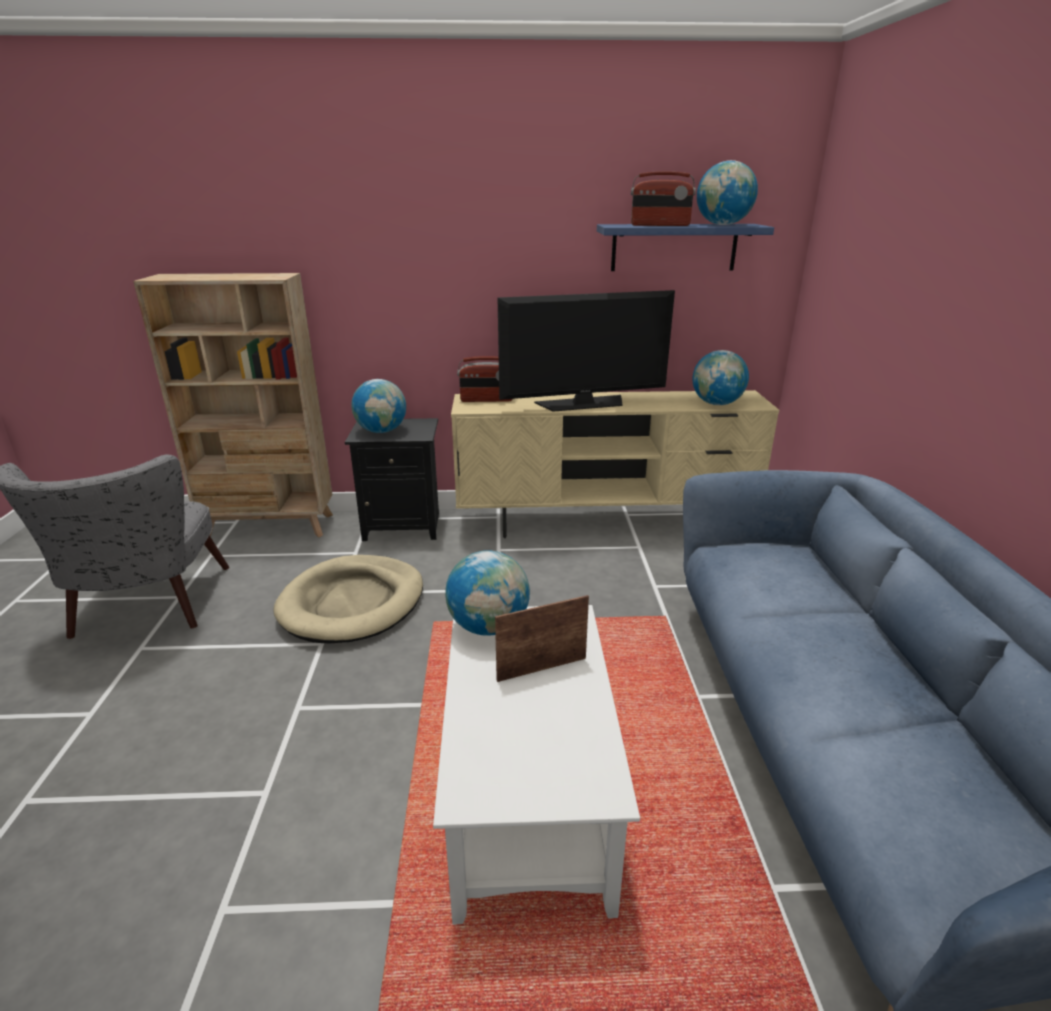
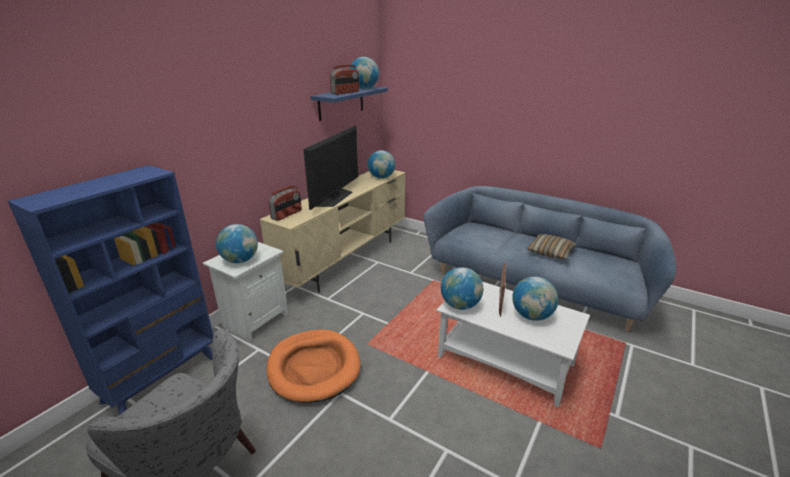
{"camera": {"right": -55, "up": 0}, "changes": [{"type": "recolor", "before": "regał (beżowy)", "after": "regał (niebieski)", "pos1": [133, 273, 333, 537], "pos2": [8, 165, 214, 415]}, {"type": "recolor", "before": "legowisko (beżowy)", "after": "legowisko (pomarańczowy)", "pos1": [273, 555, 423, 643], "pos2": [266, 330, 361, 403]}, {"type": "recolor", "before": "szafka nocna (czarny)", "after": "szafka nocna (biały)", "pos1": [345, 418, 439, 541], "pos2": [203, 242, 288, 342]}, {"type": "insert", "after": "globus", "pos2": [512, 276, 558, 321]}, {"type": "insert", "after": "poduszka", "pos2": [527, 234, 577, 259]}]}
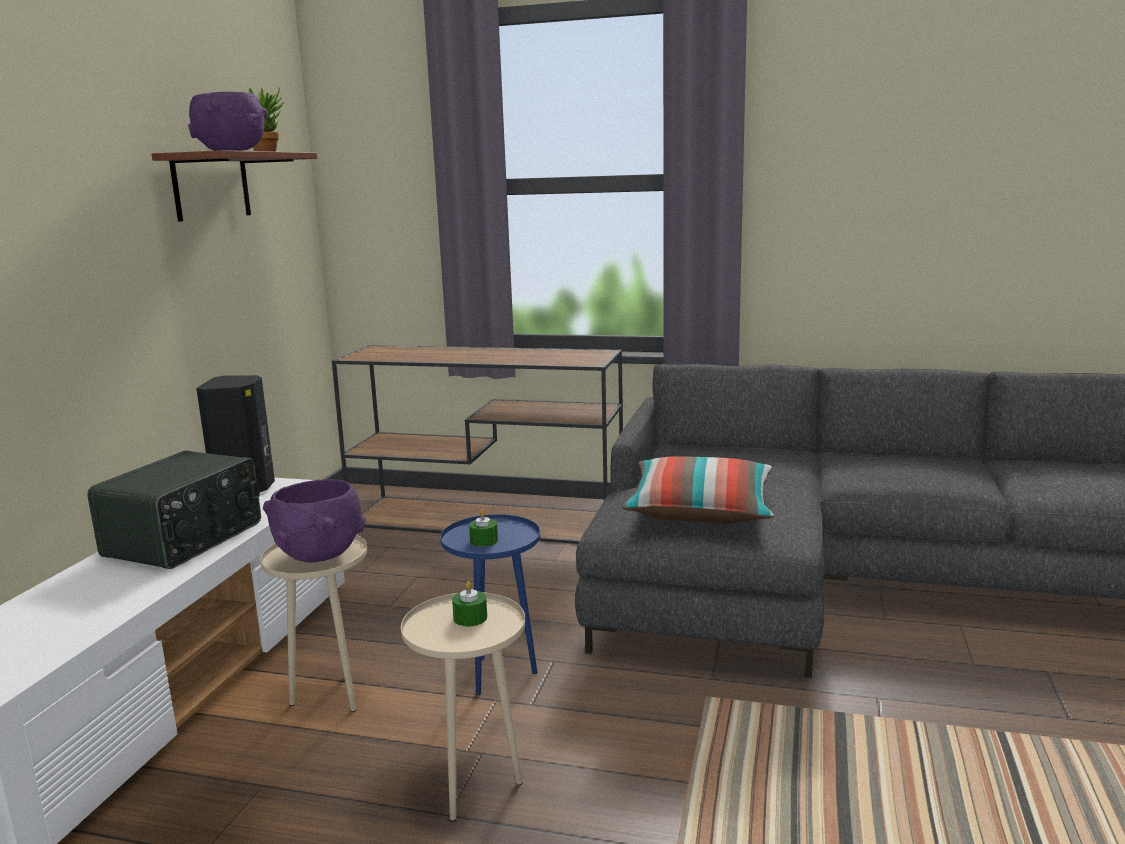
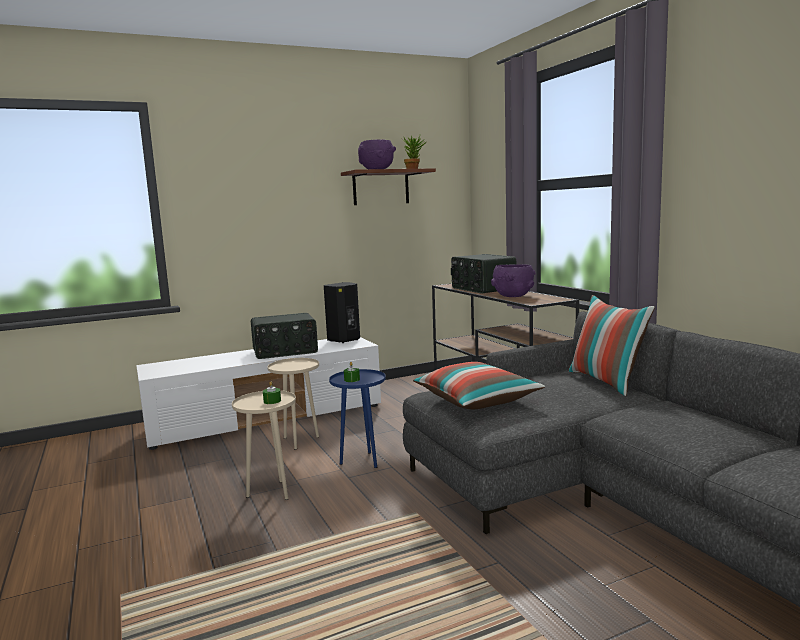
{"camera": {"right": 50, "up": -5}, "changes": [{"type": "move", "before": "miska (fioletowy)", "pos1": [263, 479, 366, 563], "pos2": [491, 264, 536, 297]}, {"type": "insert", "after": "radio", "pos2": [451, 254, 516, 294]}, {"type": "insert", "after": "poduszka", "pos2": [569, 295, 655, 396]}]}
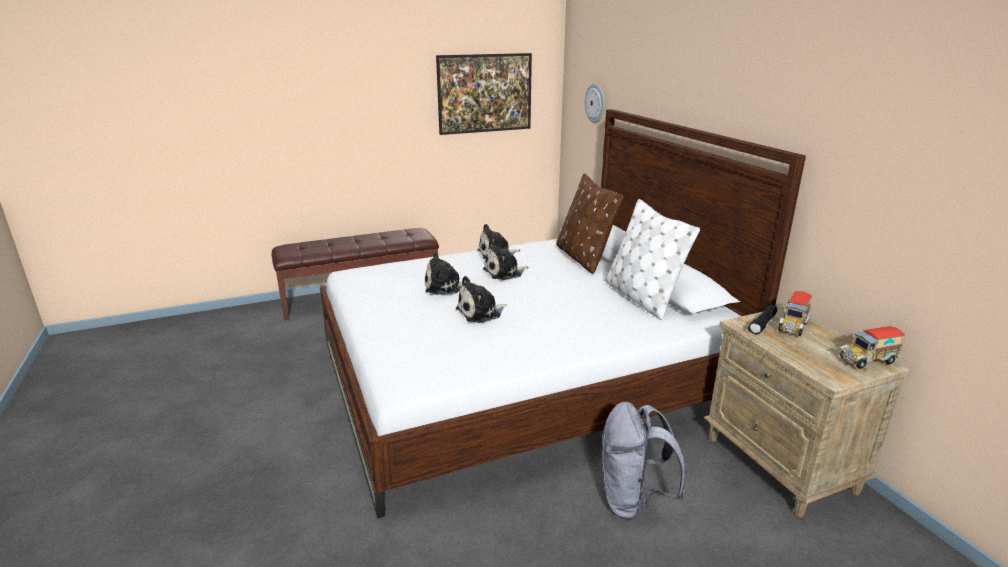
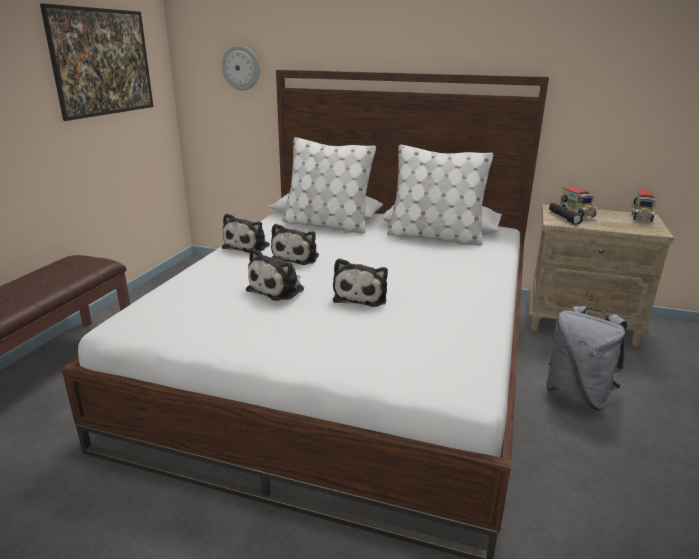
{"camera": {"right": -50, "up": 0}, "changes": [{"type": "recolor", "before": "poduszka (brązowy)", "after": "poduszka (biały)", "pos1": [556, 173, 624, 274], "pos2": [282, 137, 376, 234]}]}
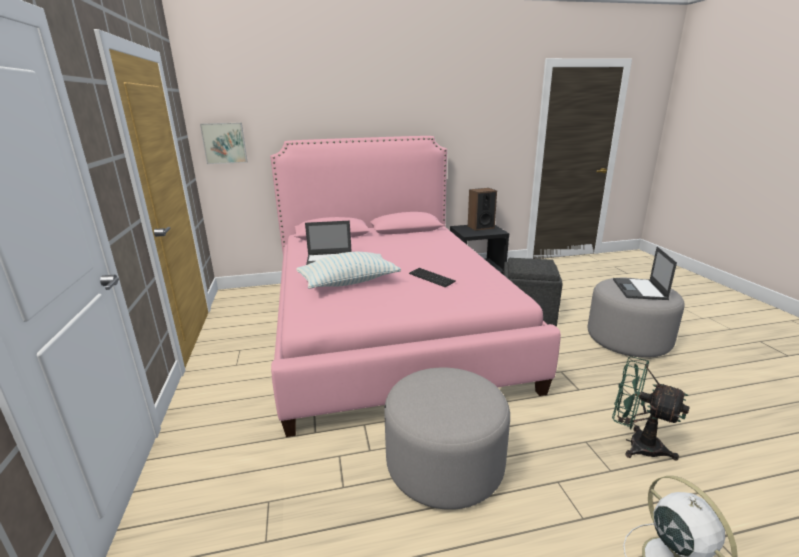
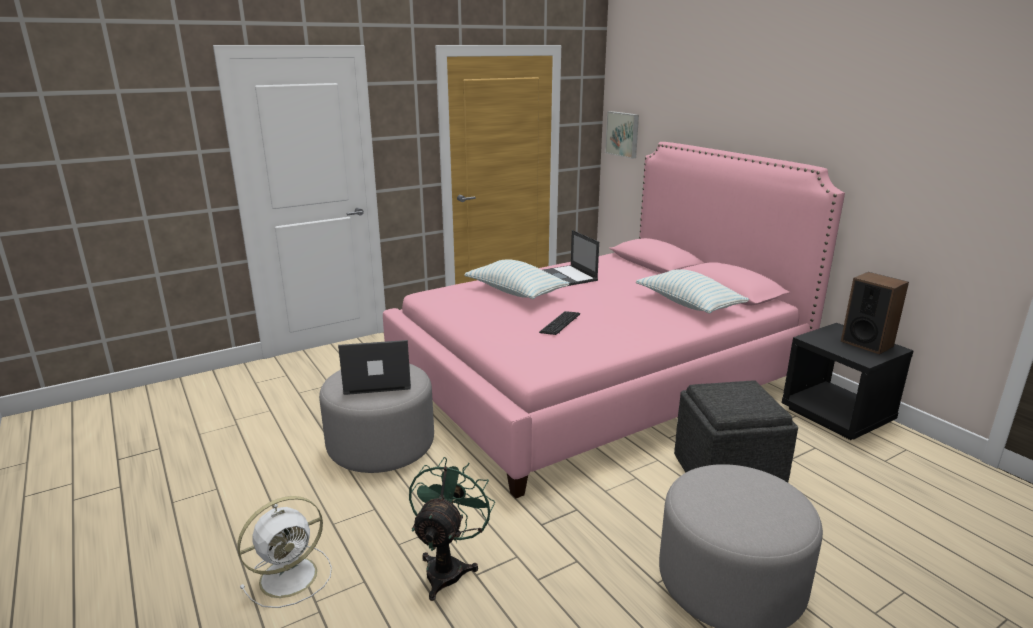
{"camera": {"right": 70, "up": 0}, "changes": [{"type": "move", "before": "laptop", "pos1": [613, 247, 677, 300], "pos2": [338, 340, 411, 395]}, {"type": "insert", "after": "poduszka", "pos2": [636, 269, 749, 314]}]}
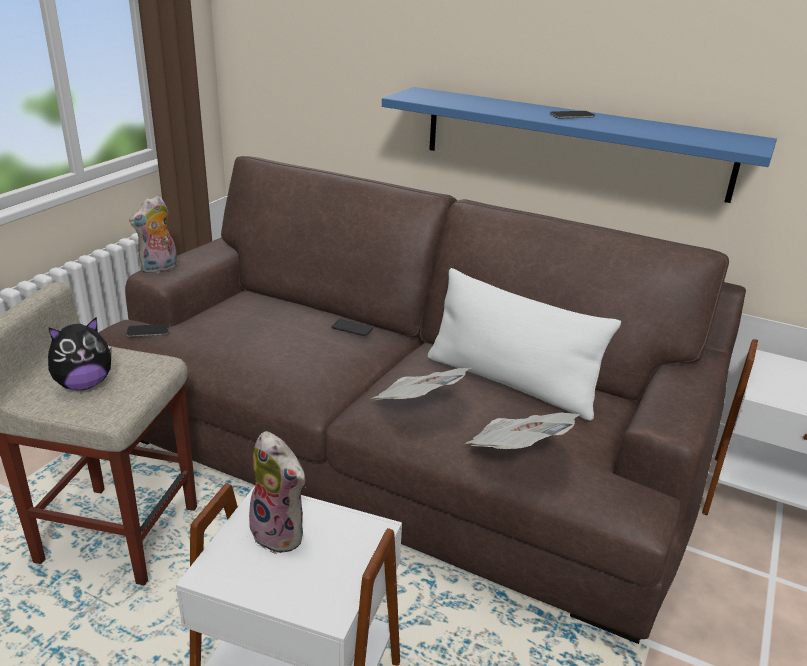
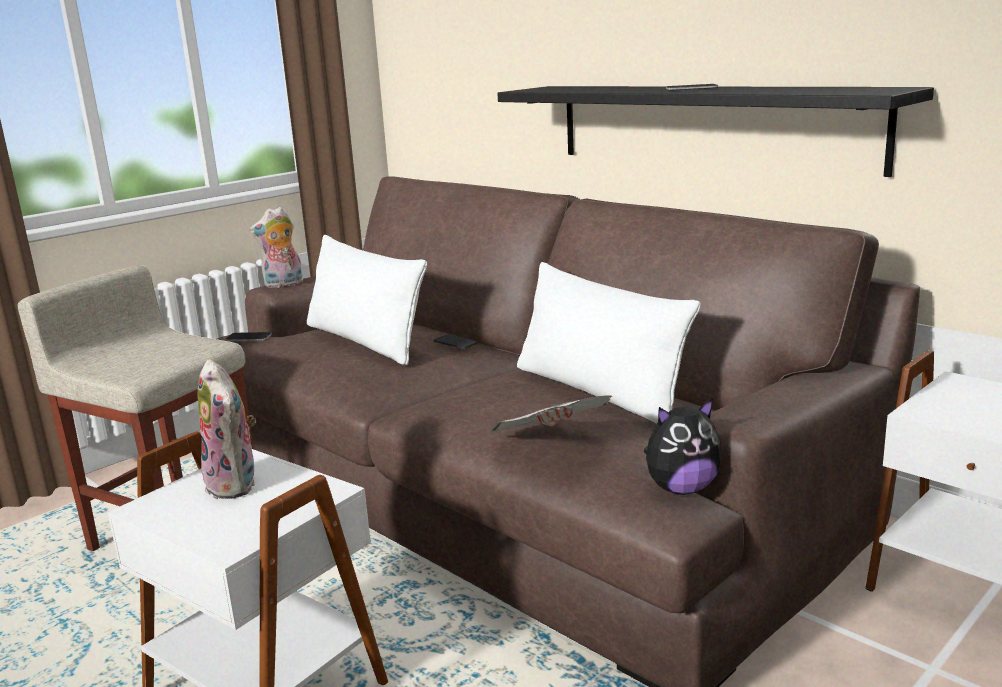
{"camera": {"right": 20, "up": -10}, "changes": [{"type": "move", "before": "pluszak", "pos1": [48, 318, 112, 390], "pos2": [644, 398, 723, 495]}, {"type": "delete", "before": "gazeta", "pos1": [371, 368, 471, 400]}, {"type": "recolor", "before": "półka (niebieski)", "after": "półka (czarny)", "pos1": [382, 87, 777, 203], "pos2": [497, 86, 934, 177]}, {"type": "insert", "after": "poduszka (biały)", "pos2": [307, 235, 427, 365]}]}
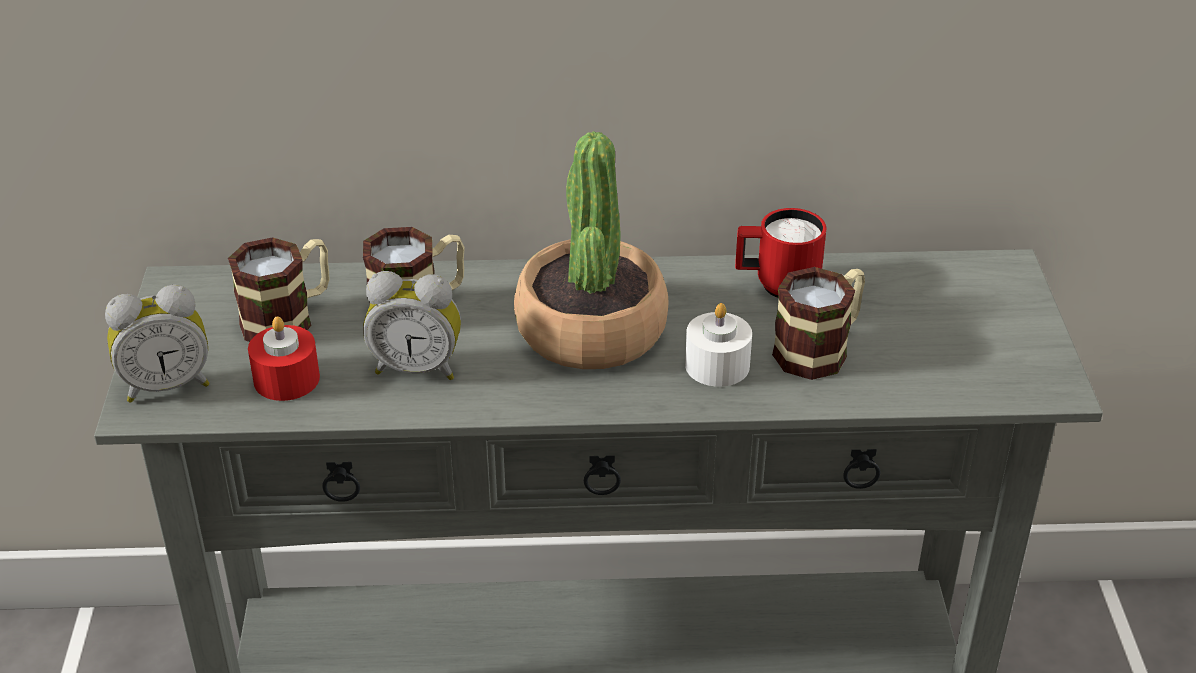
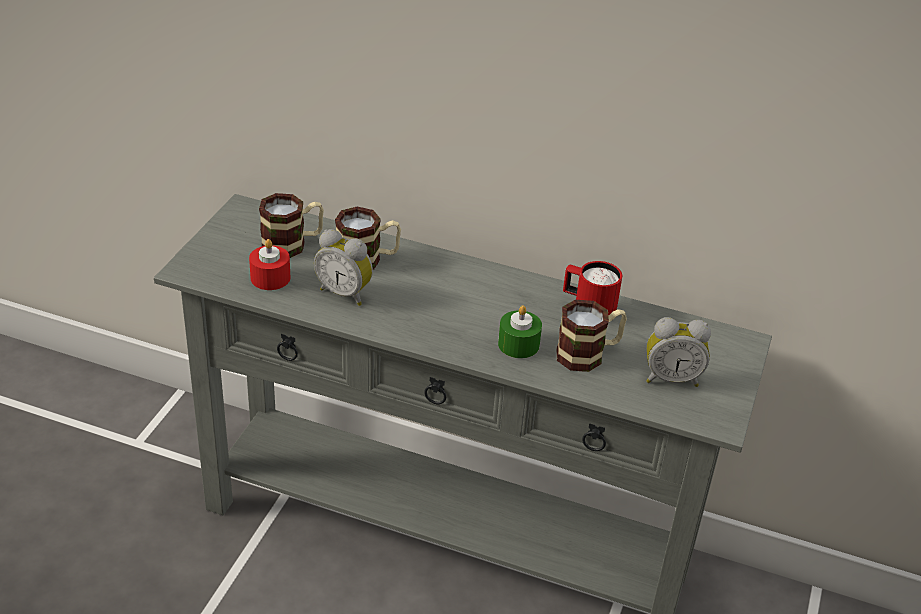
{"camera": {"right": 20, "up": 0}, "changes": [{"type": "move", "before": "budzik", "pos1": [105, 284, 210, 402], "pos2": [646, 317, 711, 387]}, {"type": "delete", "before": "roślina doniczkowa", "pos1": [514, 131, 669, 369]}, {"type": "recolor", "before": "świeca (biały)", "after": "świeca (zielony)", "pos1": [685, 303, 752, 387], "pos2": [498, 305, 542, 358]}]}
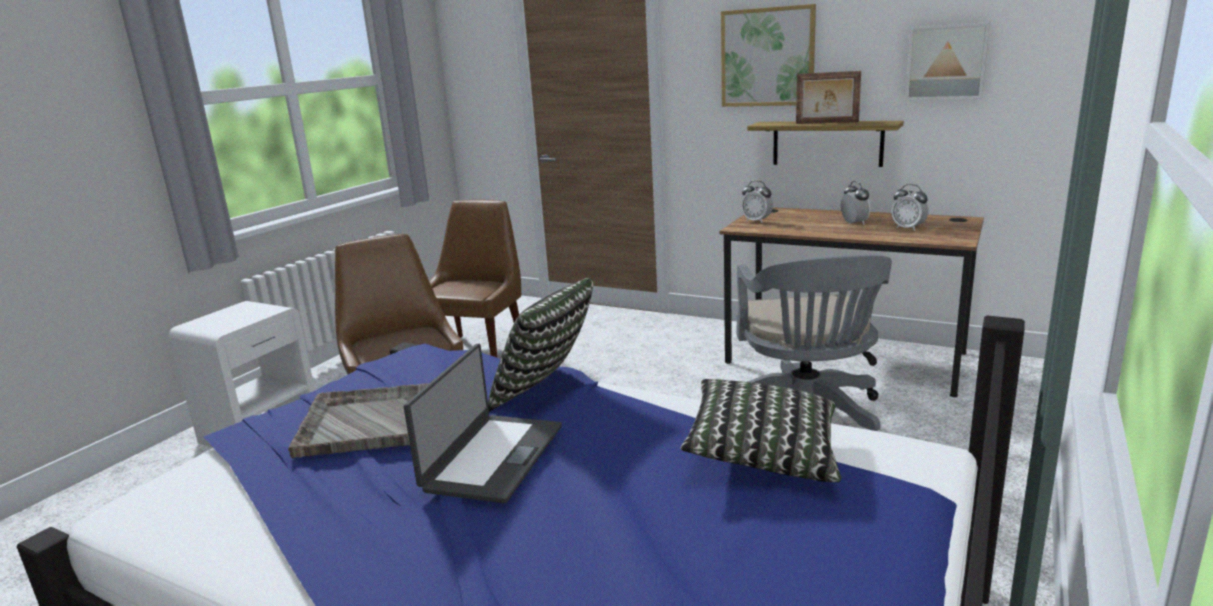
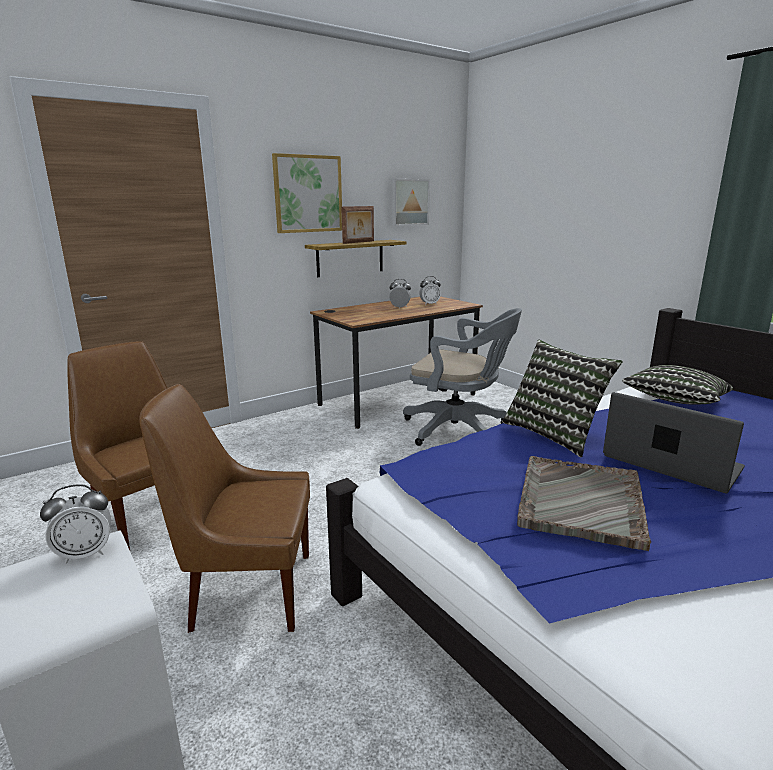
{"camera": {"right": -65, "up": 0}, "changes": [{"type": "move", "before": "budzik", "pos1": [741, 181, 773, 223], "pos2": [40, 484, 111, 564]}]}
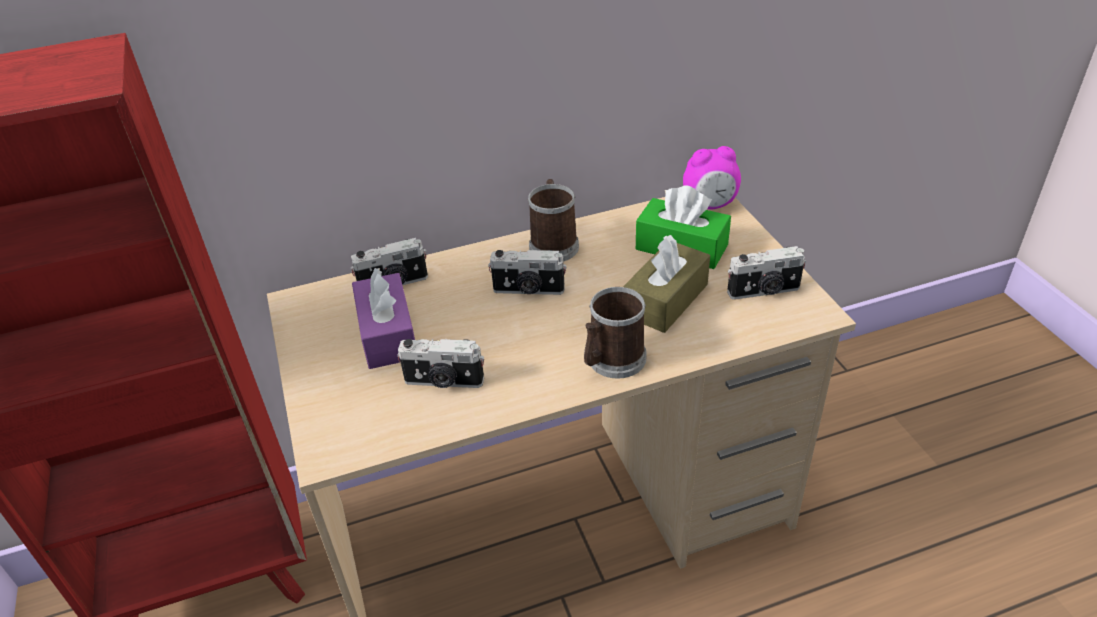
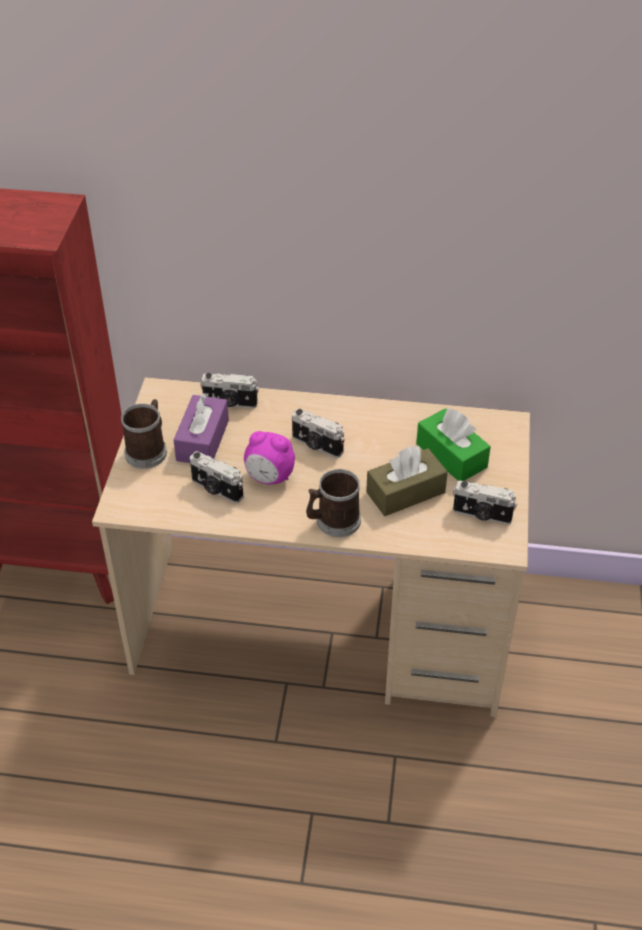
{"camera": {"right": 25, "up": 5}, "changes": [{"type": "move", "before": "kubek", "pos1": [528, 179, 579, 261], "pos2": [121, 399, 167, 469]}, {"type": "move", "before": "budzik", "pos1": [683, 146, 741, 210], "pos2": [244, 431, 295, 485]}]}
